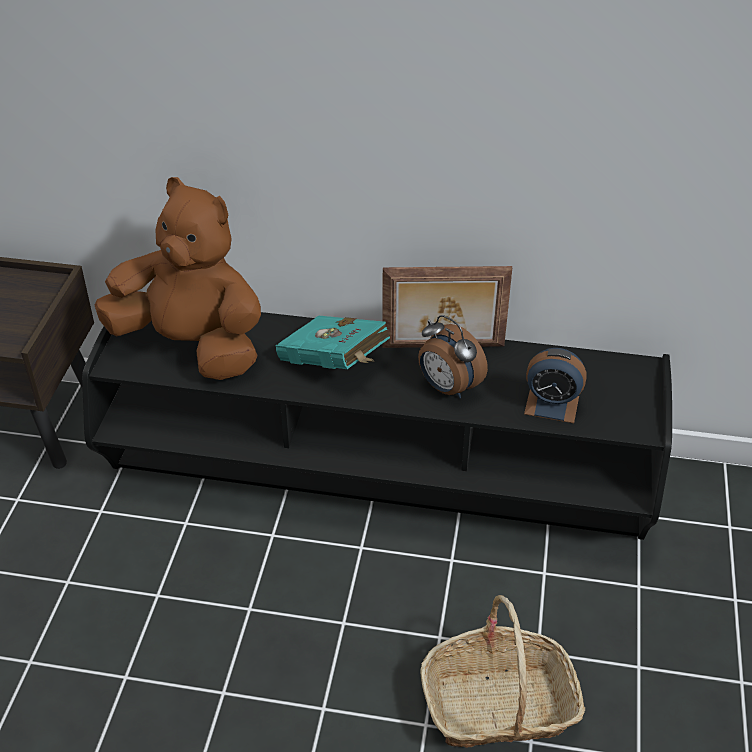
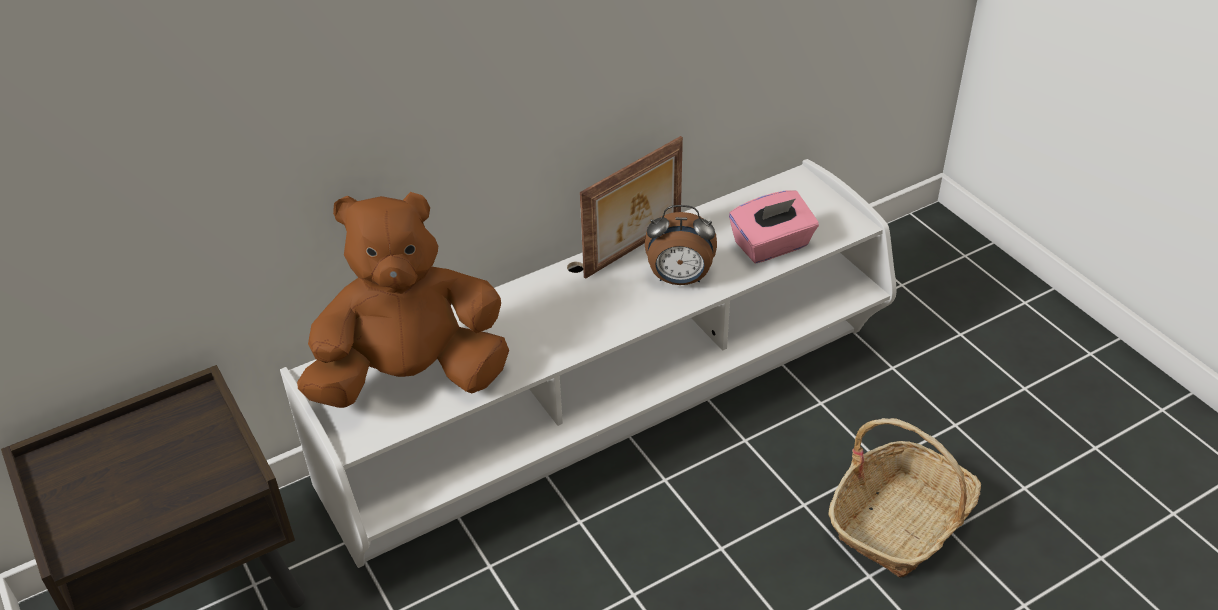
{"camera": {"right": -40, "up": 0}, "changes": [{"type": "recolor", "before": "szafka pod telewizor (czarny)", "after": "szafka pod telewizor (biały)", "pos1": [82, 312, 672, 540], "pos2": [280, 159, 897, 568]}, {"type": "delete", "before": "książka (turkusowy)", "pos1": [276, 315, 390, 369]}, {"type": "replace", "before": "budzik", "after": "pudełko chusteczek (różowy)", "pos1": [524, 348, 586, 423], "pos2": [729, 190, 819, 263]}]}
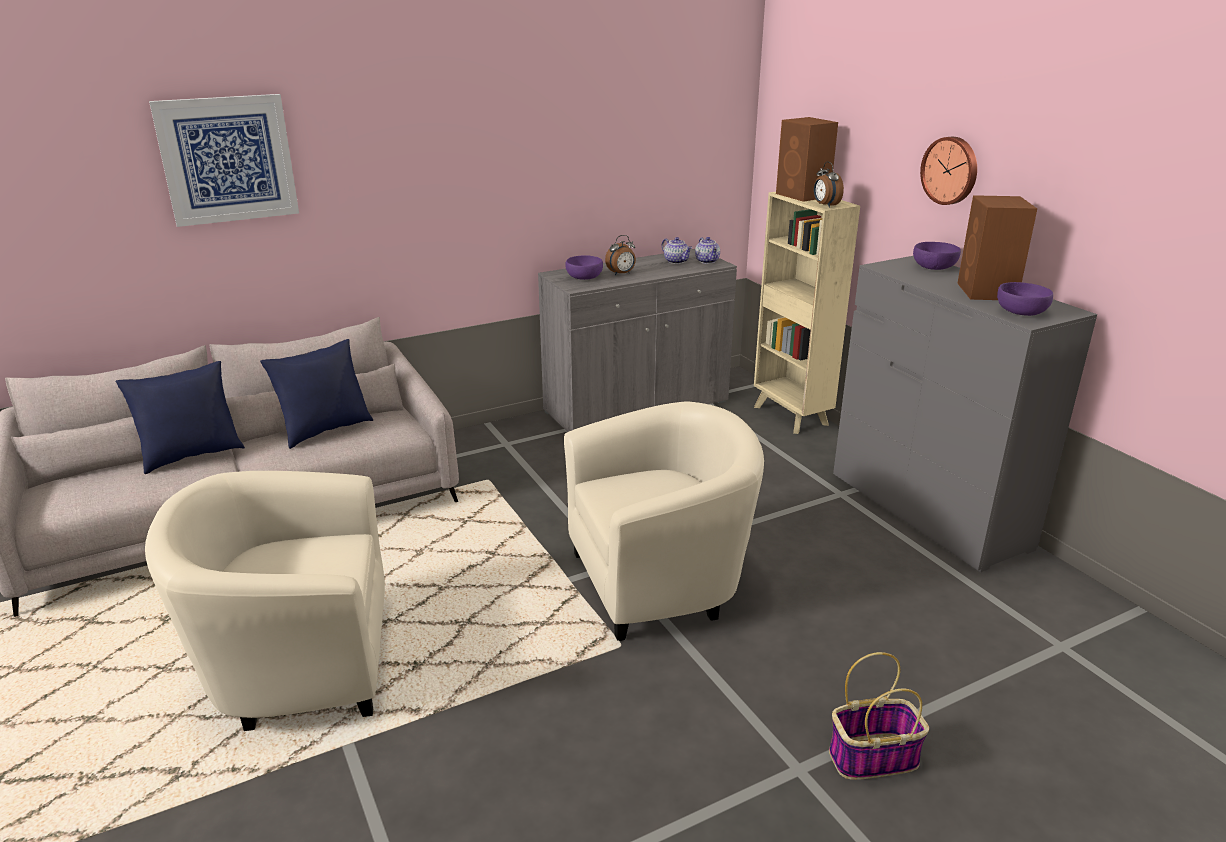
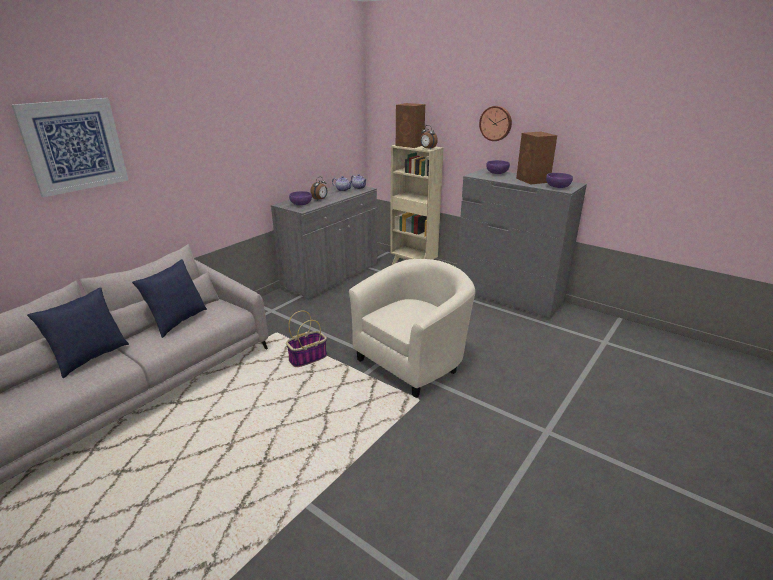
{"camera": {"right": -25, "up": 0}, "changes": [{"type": "delete", "before": "fotel (beżowy)", "pos1": [145, 471, 385, 731]}, {"type": "move", "before": "koszyk", "pos1": [829, 652, 929, 780], "pos2": [286, 311, 327, 367]}]}
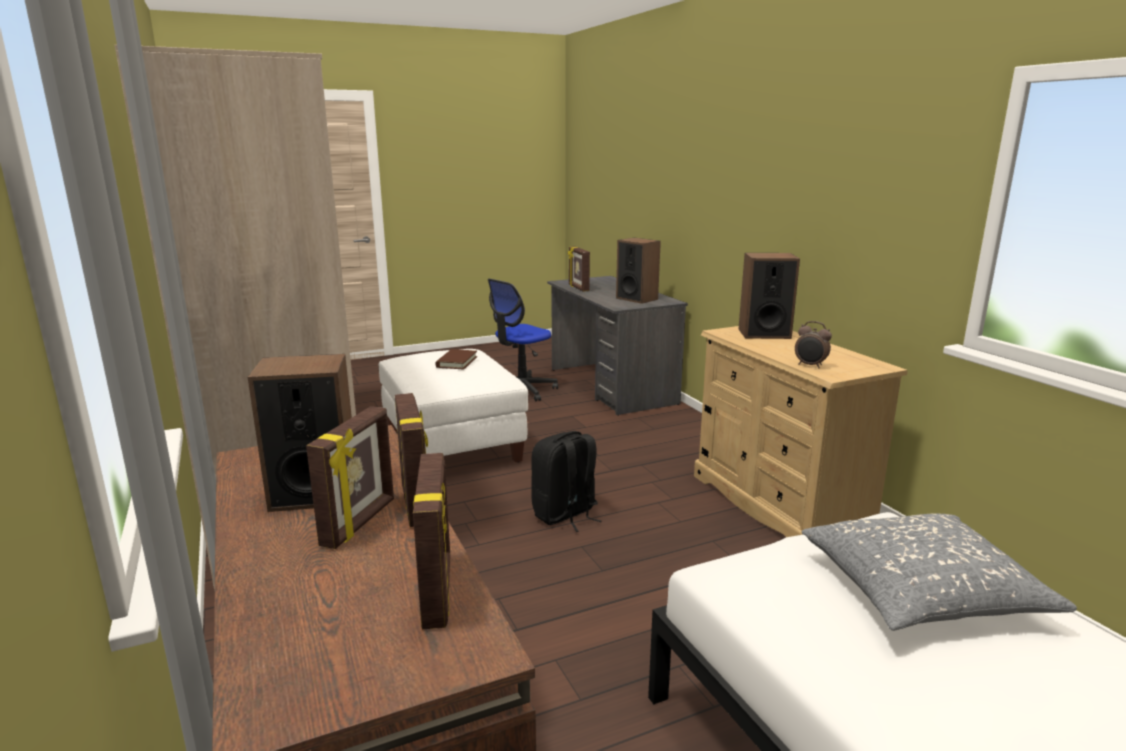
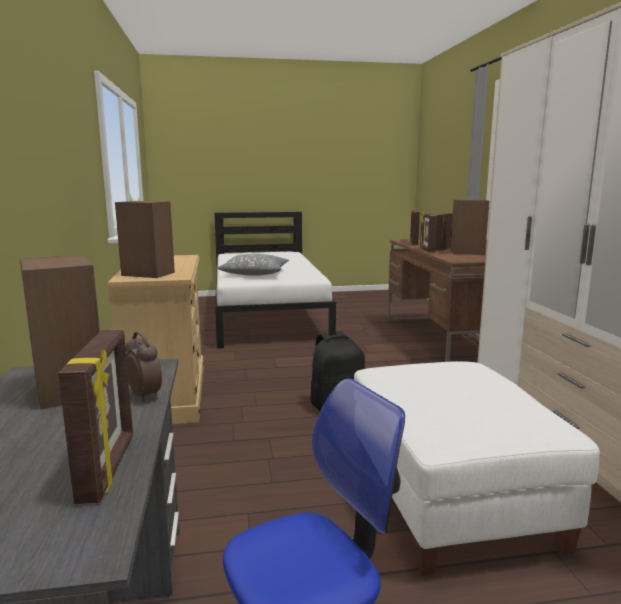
{"camera": {"right": -165, "up": -5}, "changes": [{"type": "delete", "before": "książka (brązowy)", "pos1": [435, 349, 477, 369]}, {"type": "move", "before": "budzik", "pos1": [795, 321, 832, 368], "pos2": [126, 331, 162, 401]}]}
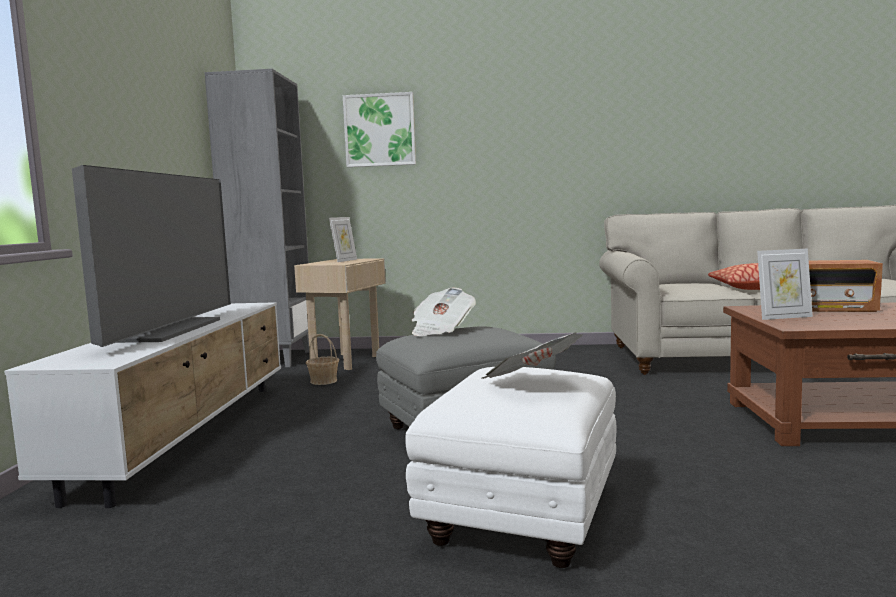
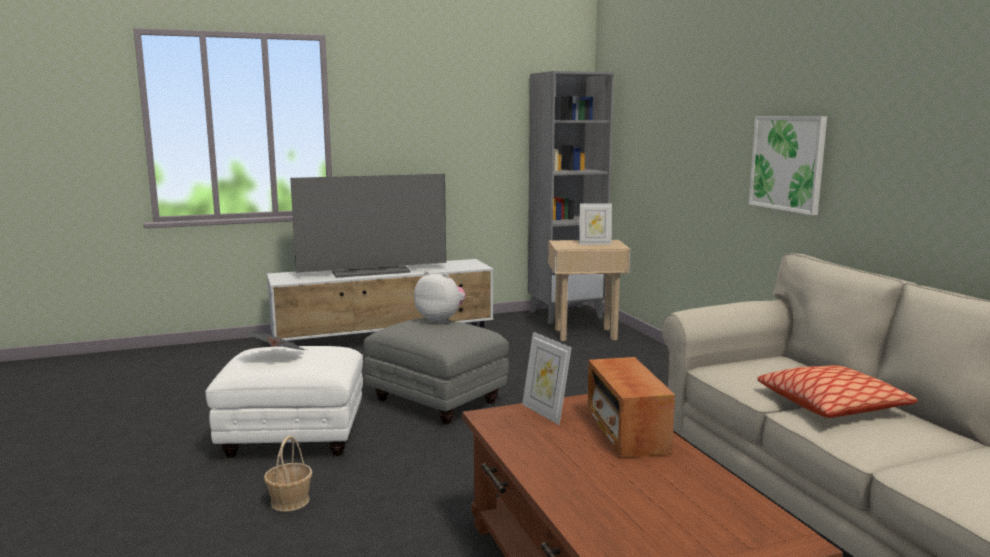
{"camera": {"right": 65, "up": 5}, "changes": [{"type": "move", "before": "koszyk", "pos1": [306, 334, 339, 385], "pos2": [264, 436, 313, 512]}, {"type": "move", "before": "obraz", "pos1": [343, 92, 416, 167], "pos2": [749, 116, 827, 215]}, {"type": "replace", "before": "gazeta", "after": "pluszak", "pos1": [411, 288, 476, 336], "pos2": [414, 271, 465, 324]}]}
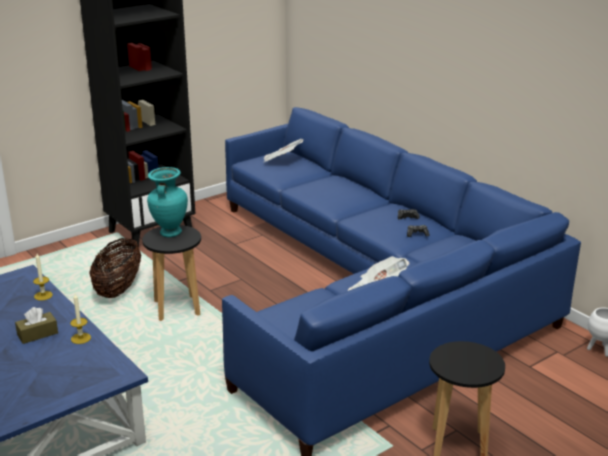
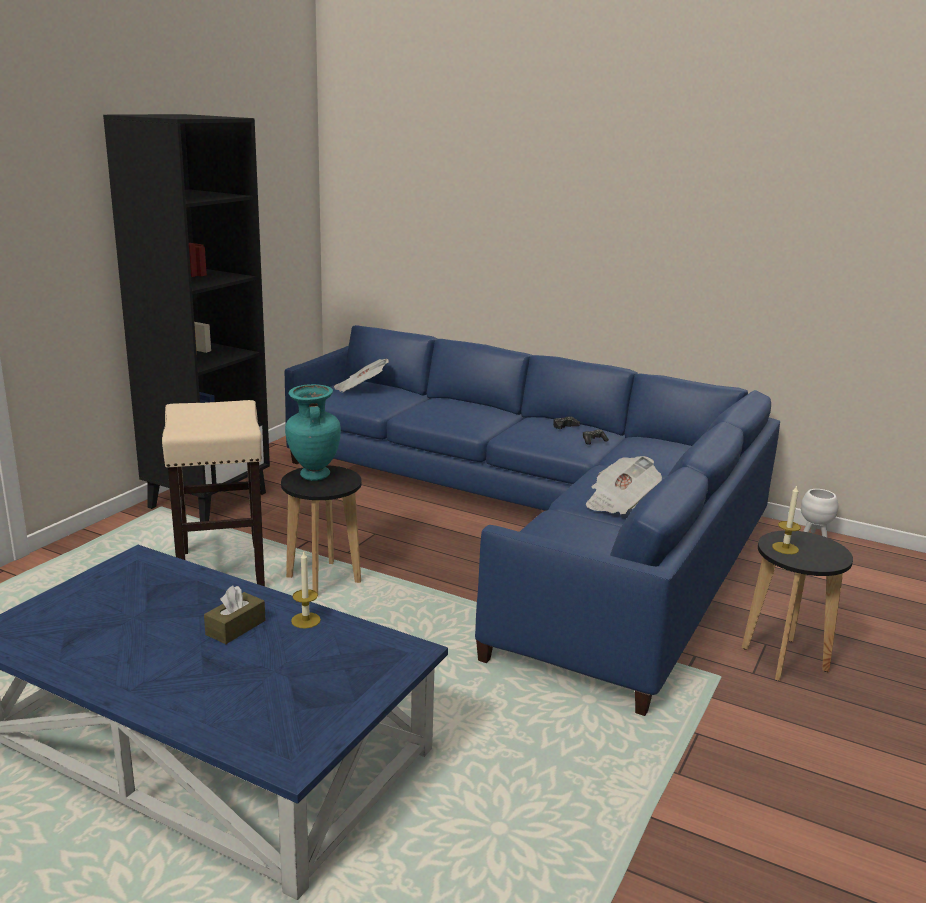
{"camera": {"right": -25, "up": -5}, "changes": [{"type": "move", "before": "świeca", "pos1": [33, 254, 53, 301], "pos2": [772, 485, 801, 554]}, {"type": "replace", "before": "koszyk", "after": "stołek (beżowy)", "pos1": [89, 238, 141, 298], "pos2": [162, 400, 265, 586]}]}
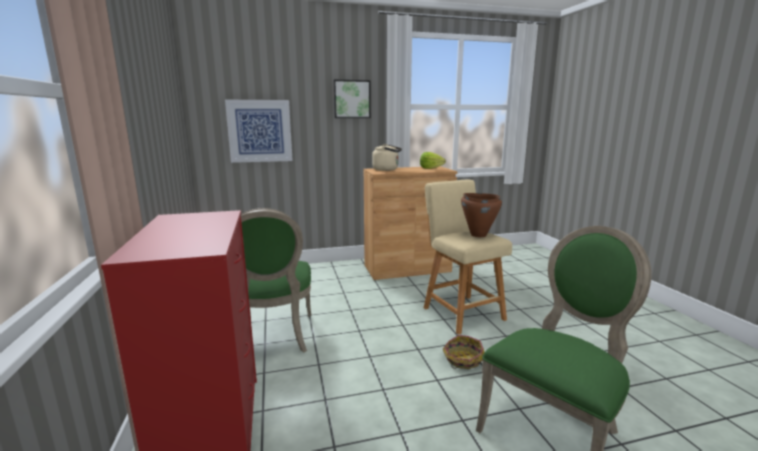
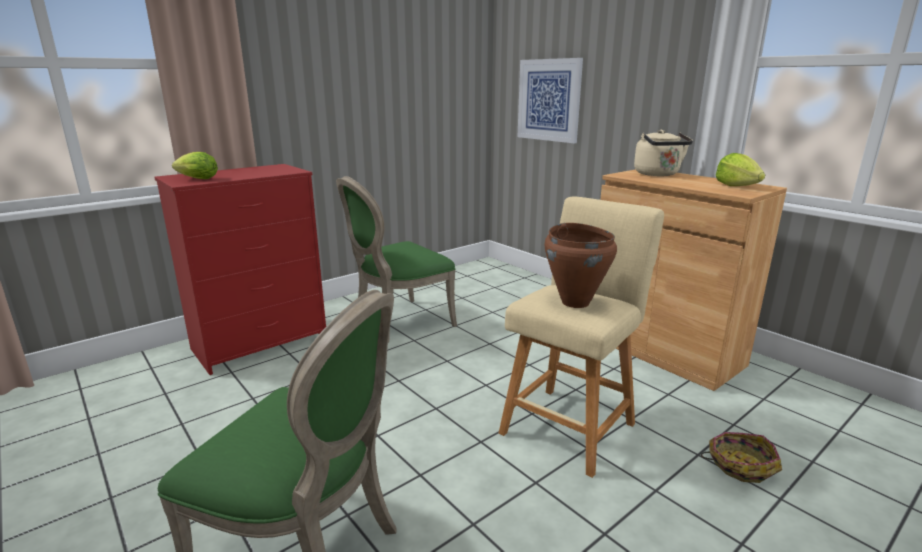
{"camera": {"right": 65, "up": 5}, "changes": [{"type": "delete", "before": "obraz", "pos1": [333, 80, 371, 118]}, {"type": "move", "before": "koszyk", "pos1": [443, 335, 484, 369], "pos2": [701, 432, 782, 483]}, {"type": "insert", "after": "sałata", "pos2": [172, 152, 218, 179]}]}
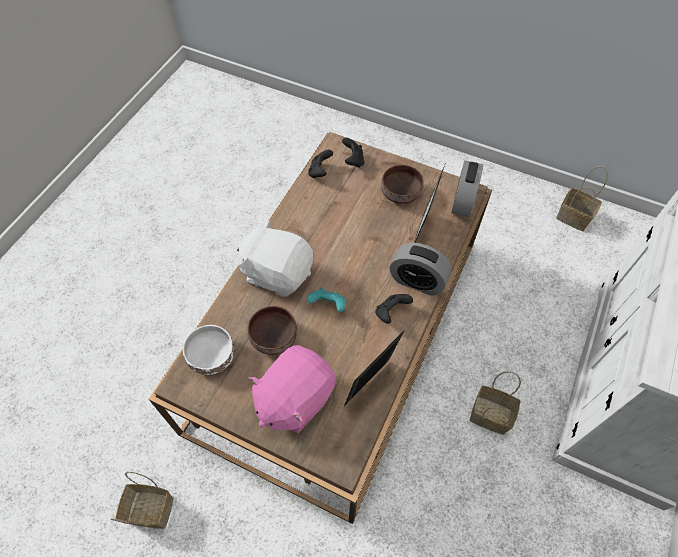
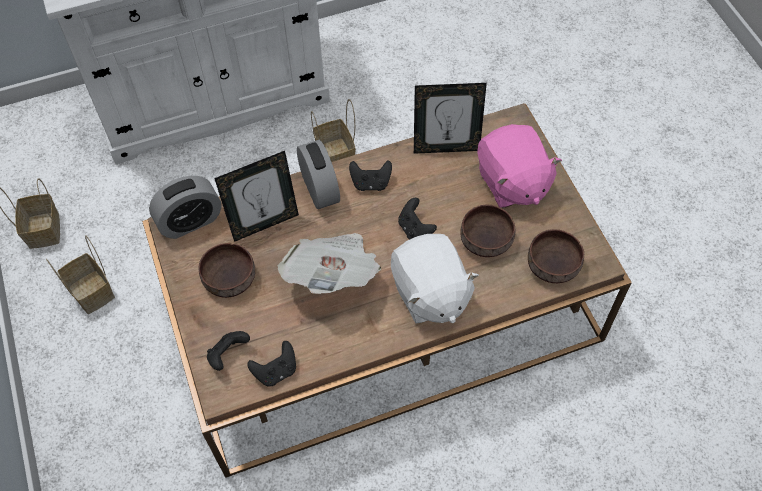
{"camera": {"right": -135, "up": 0}, "changes": [{"type": "move", "before": "koszyk", "pos1": [111, 472, 173, 529], "pos2": [46, 235, 115, 314]}, {"type": "recolor", "before": "miska (biały)", "after": "miska (brązowy)", "pos1": [183, 325, 235, 375], "pos2": [528, 229, 584, 283]}, {"type": "rotate", "before": "pluszak (różowy)", "pos1": [249, 345, 336, 433], "pos2": [477, 124, 562, 208], "turn": 75}, {"type": "recolor", "before": "pad do gier (turkusowy)", "after": "pad do gier (czarny)", "pos1": [307, 288, 346, 312], "pos2": [398, 198, 437, 240]}, {"type": "insert", "after": "gazeta", "pos2": [278, 233, 381, 294]}]}
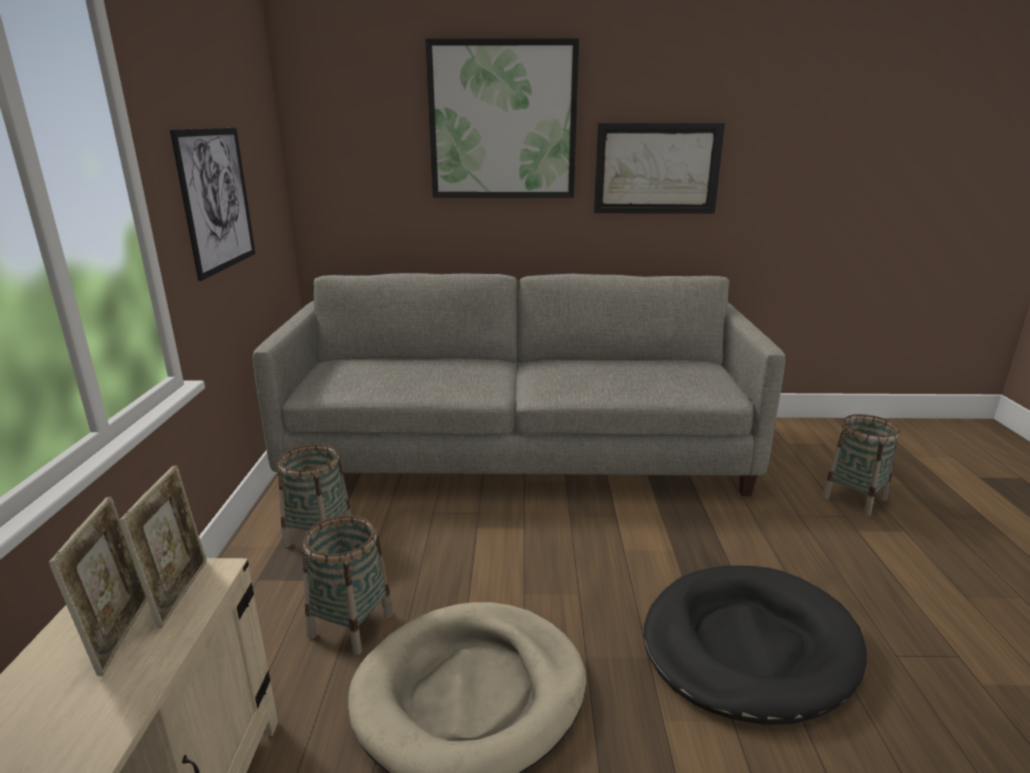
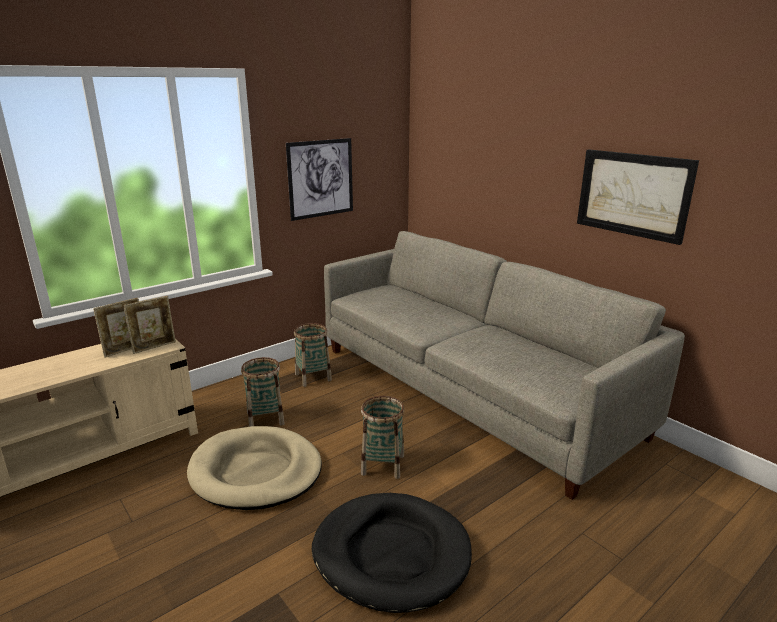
{"camera": {"right": 50, "up": 0}, "changes": [{"type": "delete", "before": "obraz", "pos1": [425, 38, 579, 198]}, {"type": "move", "before": "koszyk", "pos1": [822, 414, 901, 516], "pos2": [361, 396, 405, 479]}]}
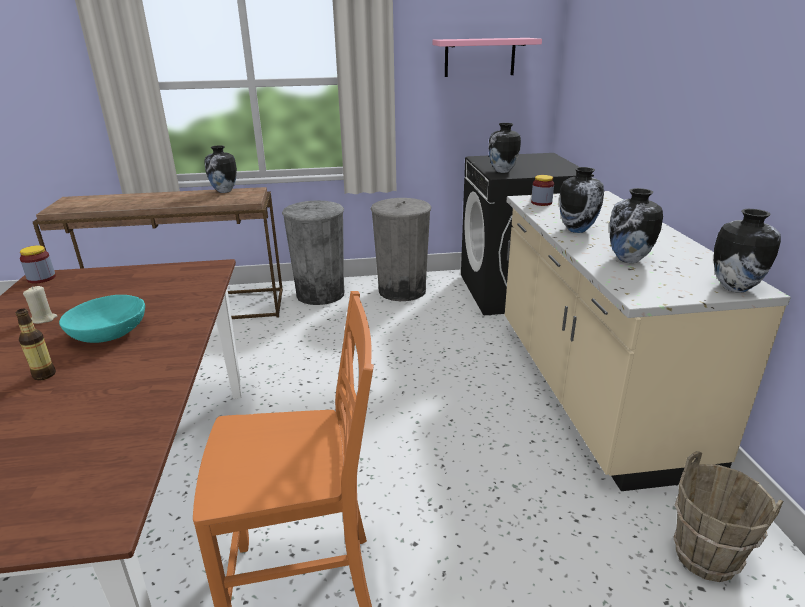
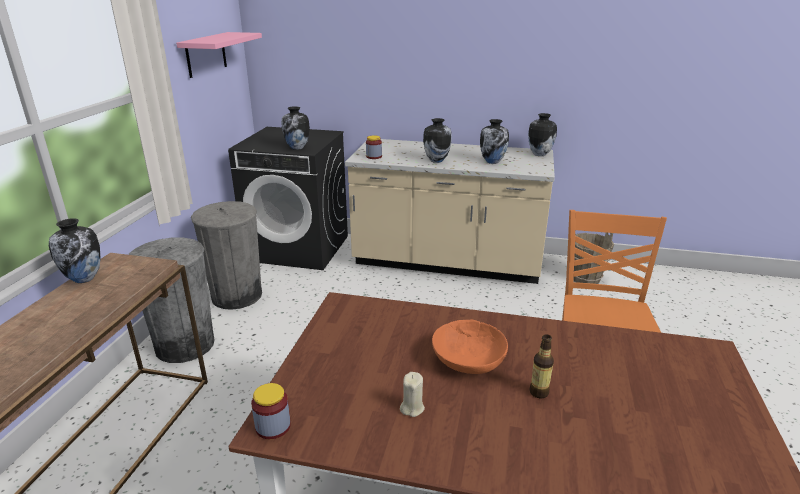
{"camera": {"right": -70, "up": 0}, "changes": [{"type": "recolor", "before": "miska (turkusowy)", "after": "miska (pomarańczowy)", "pos1": [59, 295, 145, 343], "pos2": [432, 320, 508, 374]}]}
